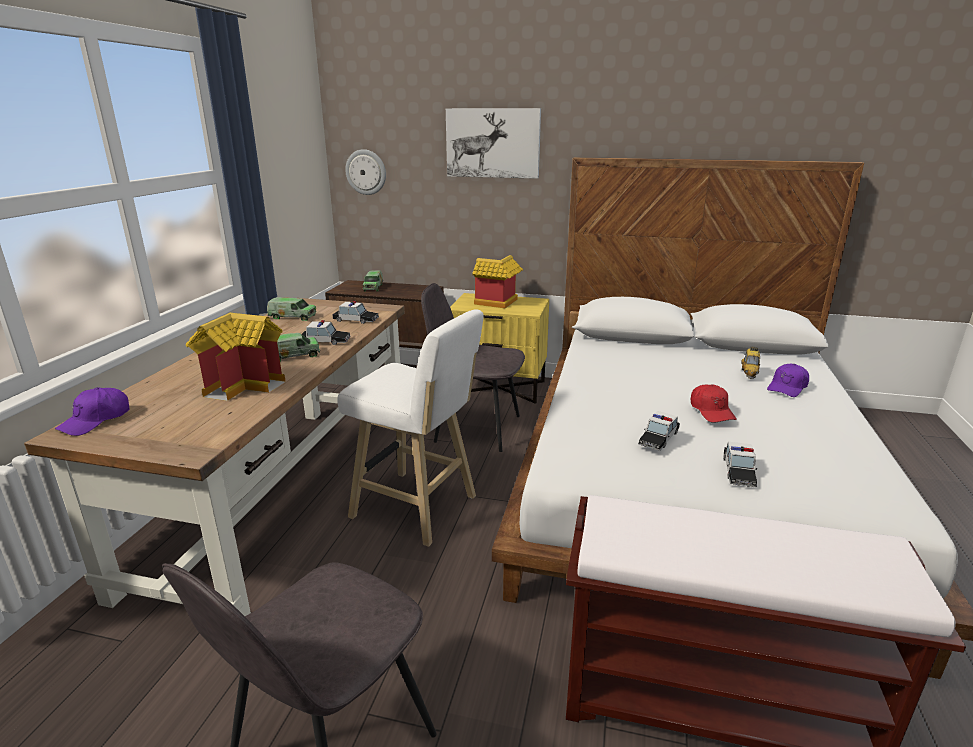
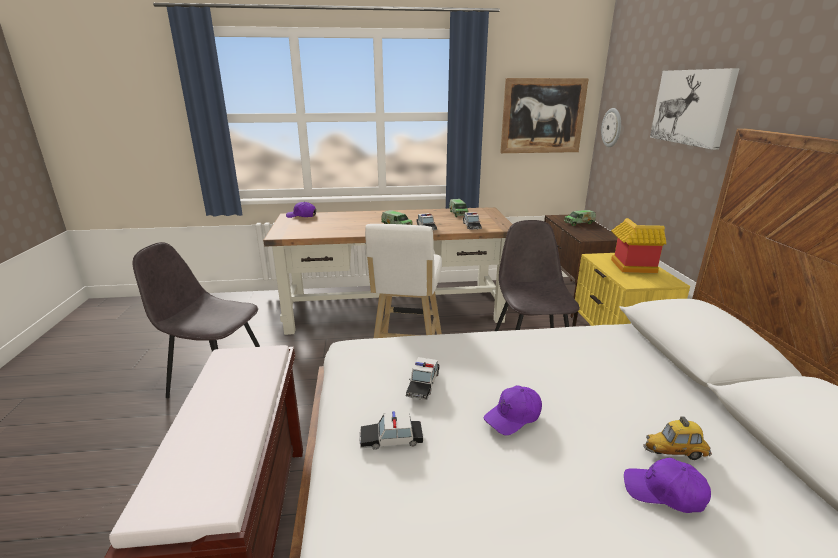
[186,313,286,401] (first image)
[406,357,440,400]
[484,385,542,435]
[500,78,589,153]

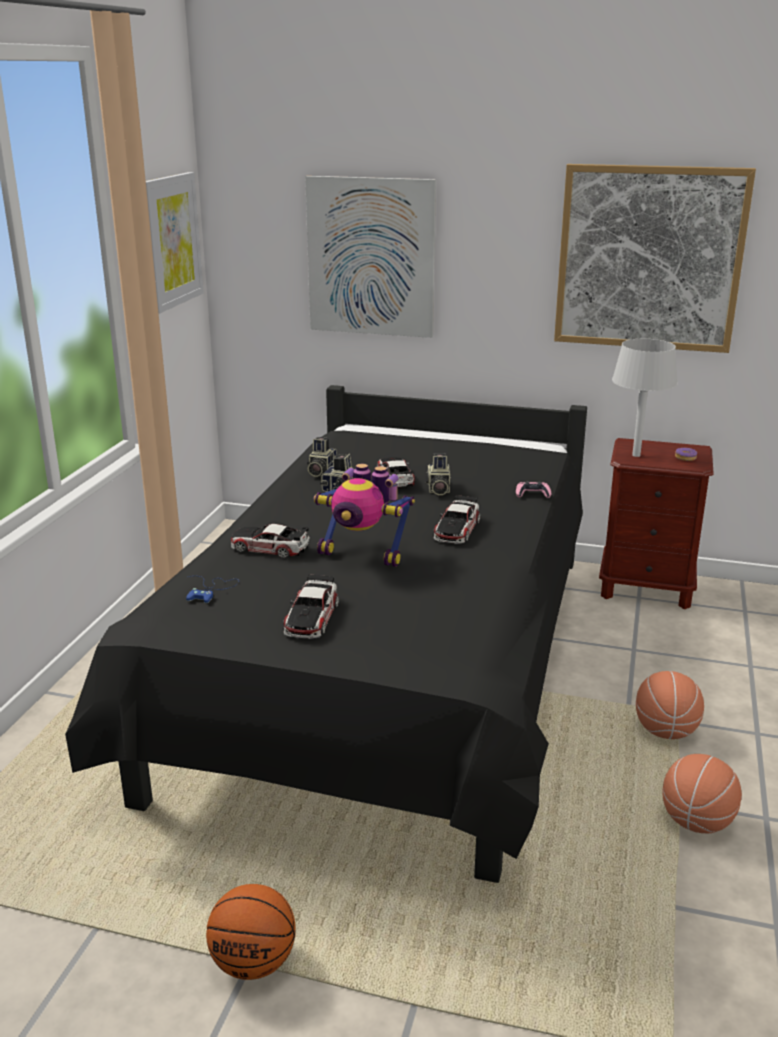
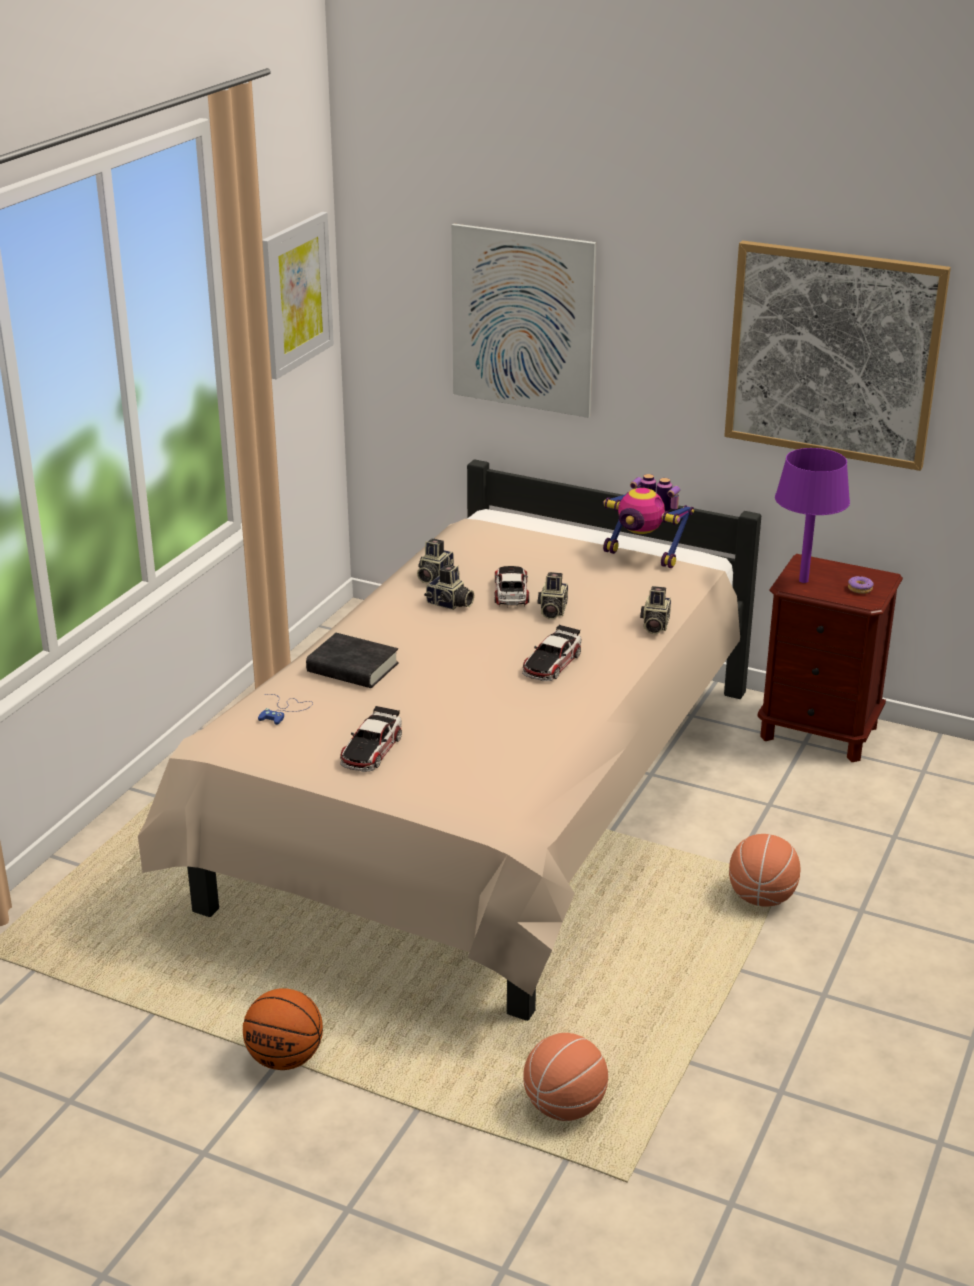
[138,459,761,1021]
[306,633,399,688]
[603,474,694,568]
[640,586,671,634]
[775,448,850,583]
[523,1033,608,1121]

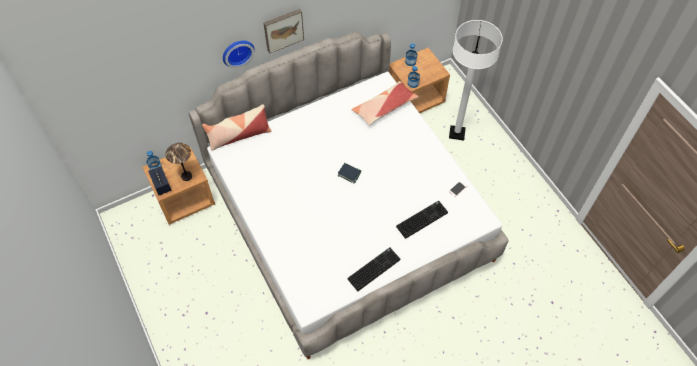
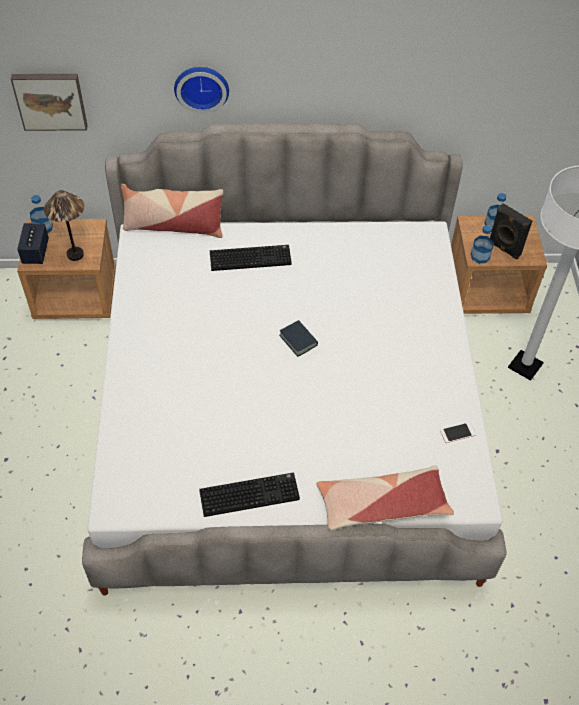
[11,74,88,131]
[316,466,454,530]
[210,245,292,271]
[490,203,532,260]

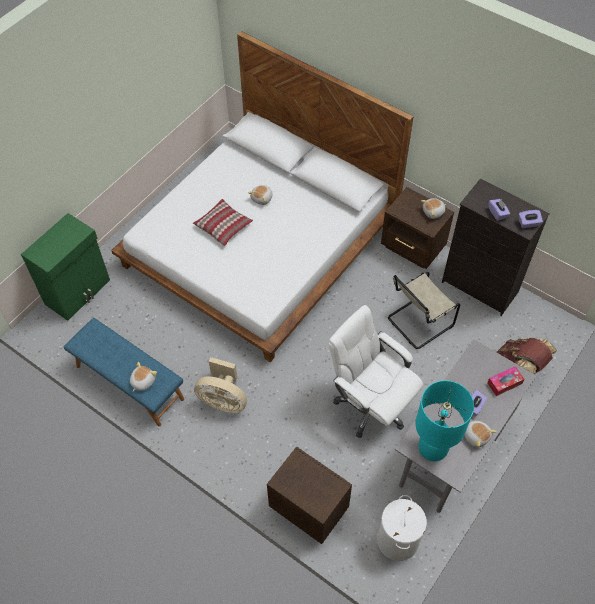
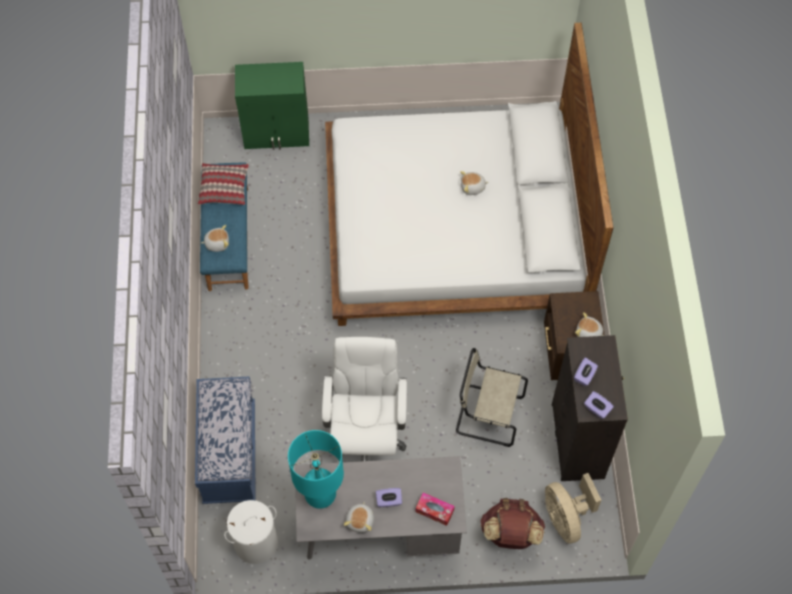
[198,163,249,205]
[545,473,601,544]
[195,376,256,504]

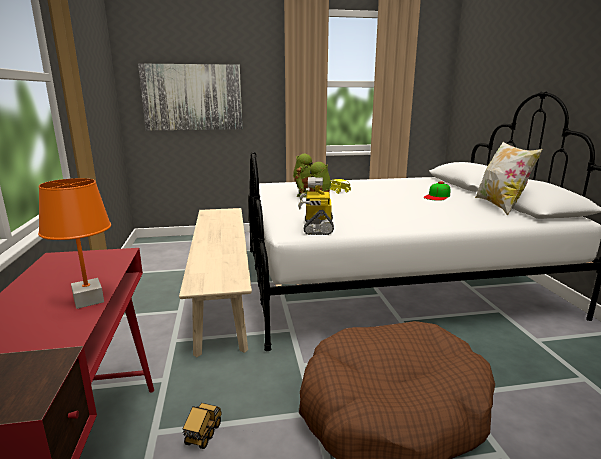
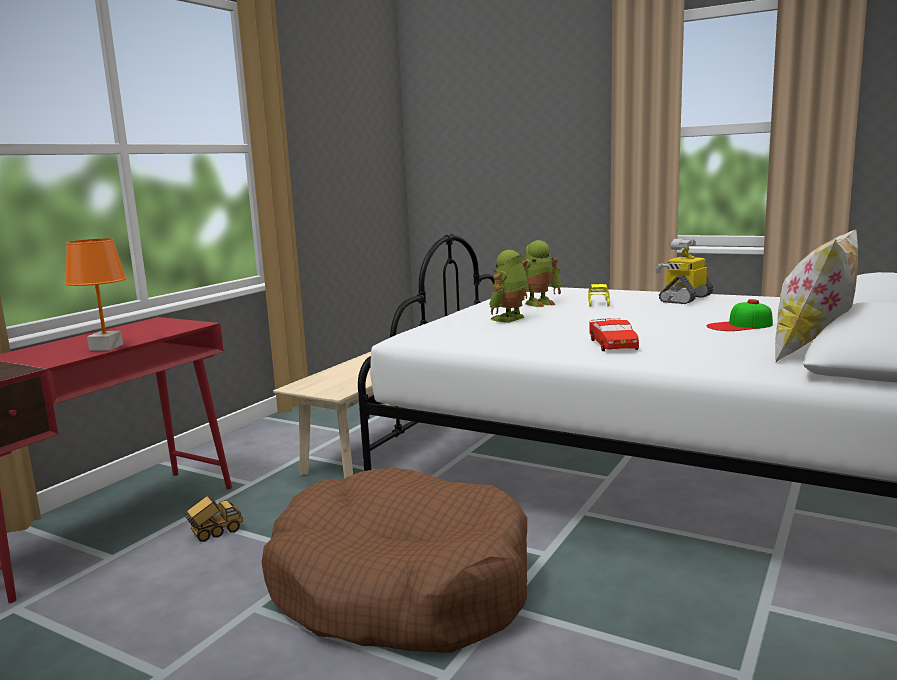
[138,63,242,131] (first image)
[655,239,714,304]
[589,319,639,351]

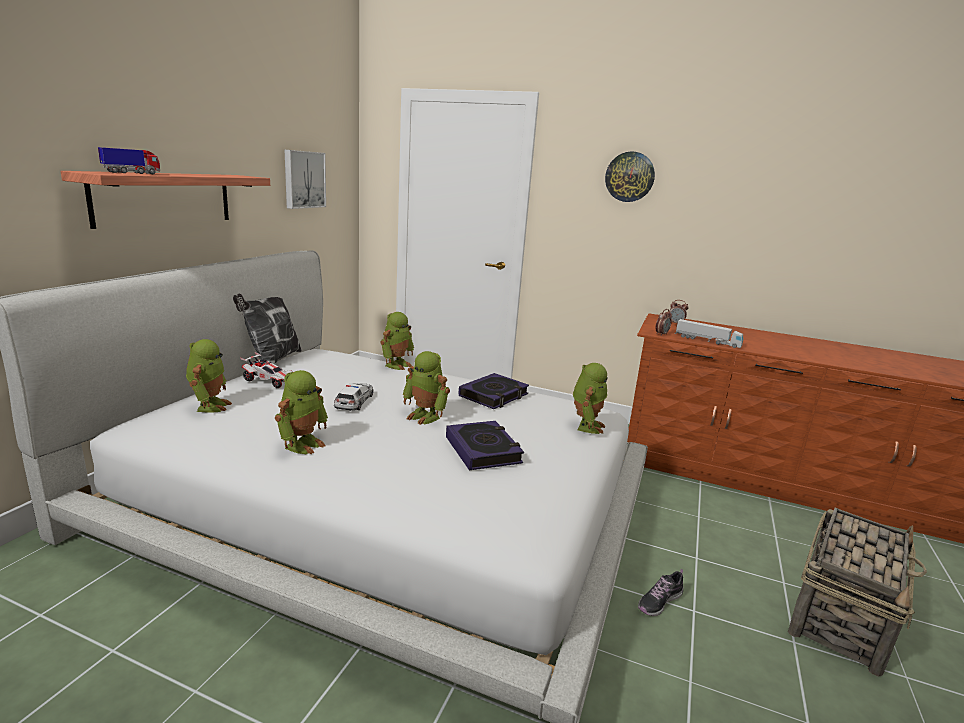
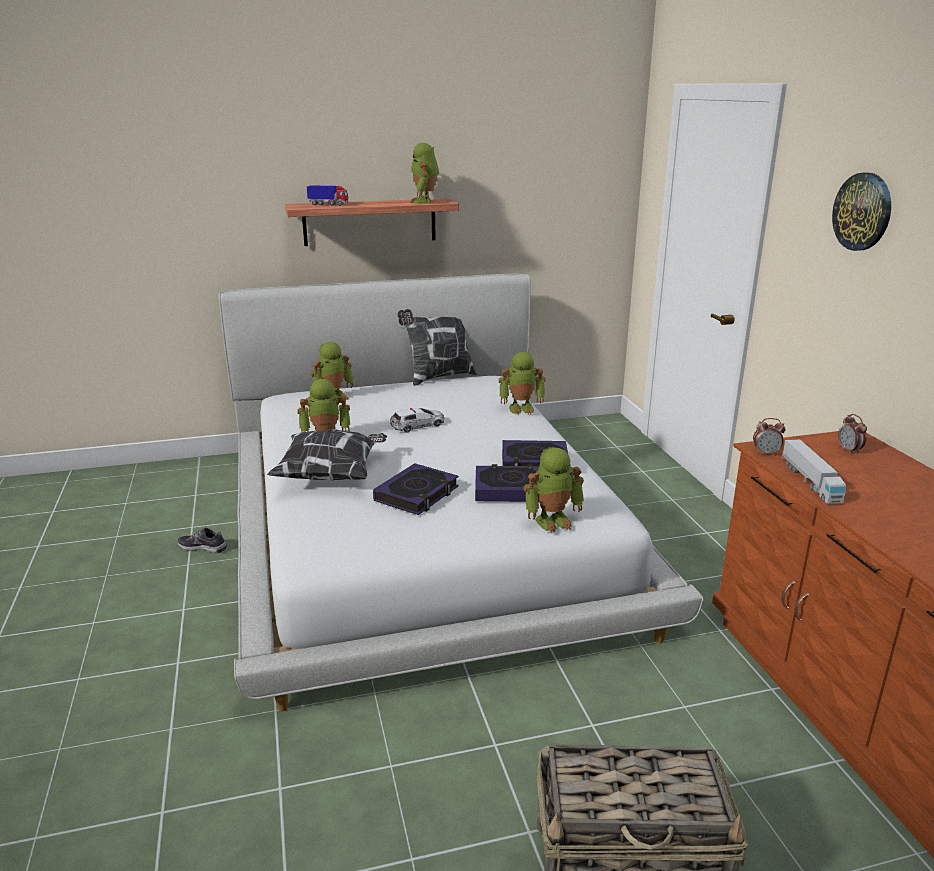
[240,352,293,388] (first image)
[285,150,326,209] (first image)
[410,143,439,204]
[177,528,227,553]
[267,429,387,480]
[475,464,539,502]

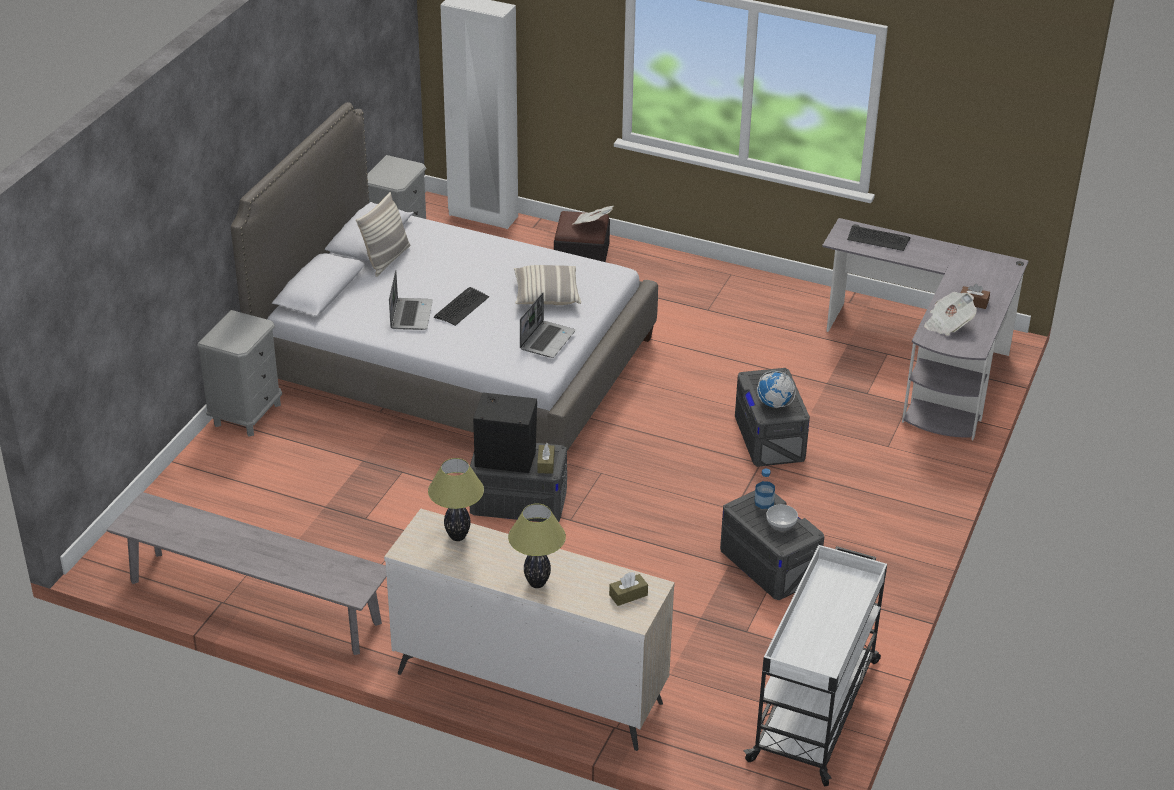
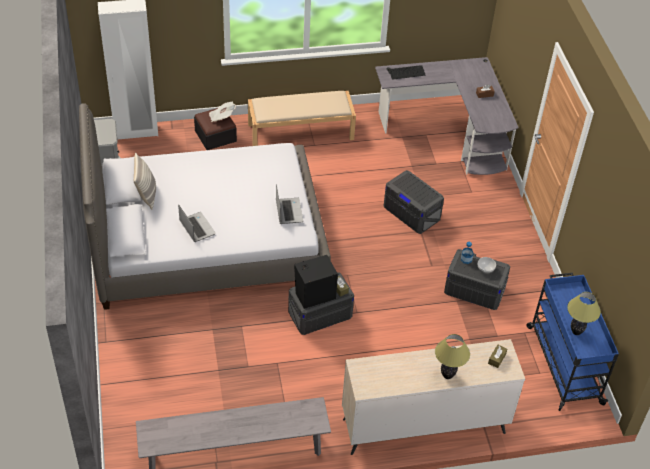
[197,310,282,437] (first image)
[567,292,601,335]
[434,287,489,326] (first image)
[514,265,581,305] (first image)
[526,273,619,411]
[757,371,795,408] (first image)
[924,292,977,336] (first image)
[248,91,356,146]

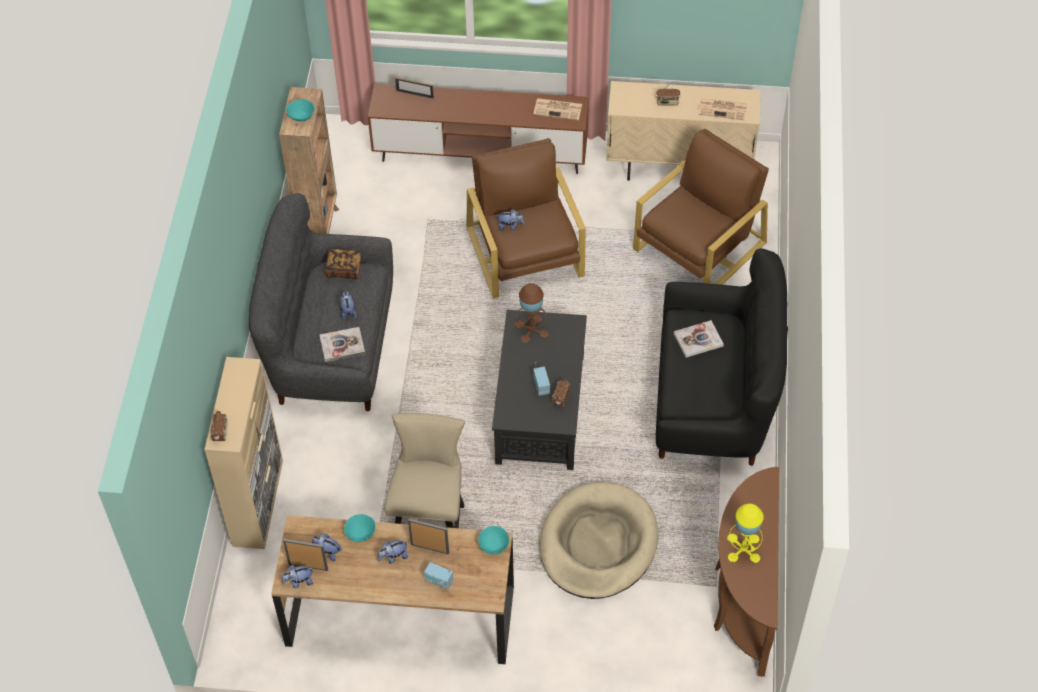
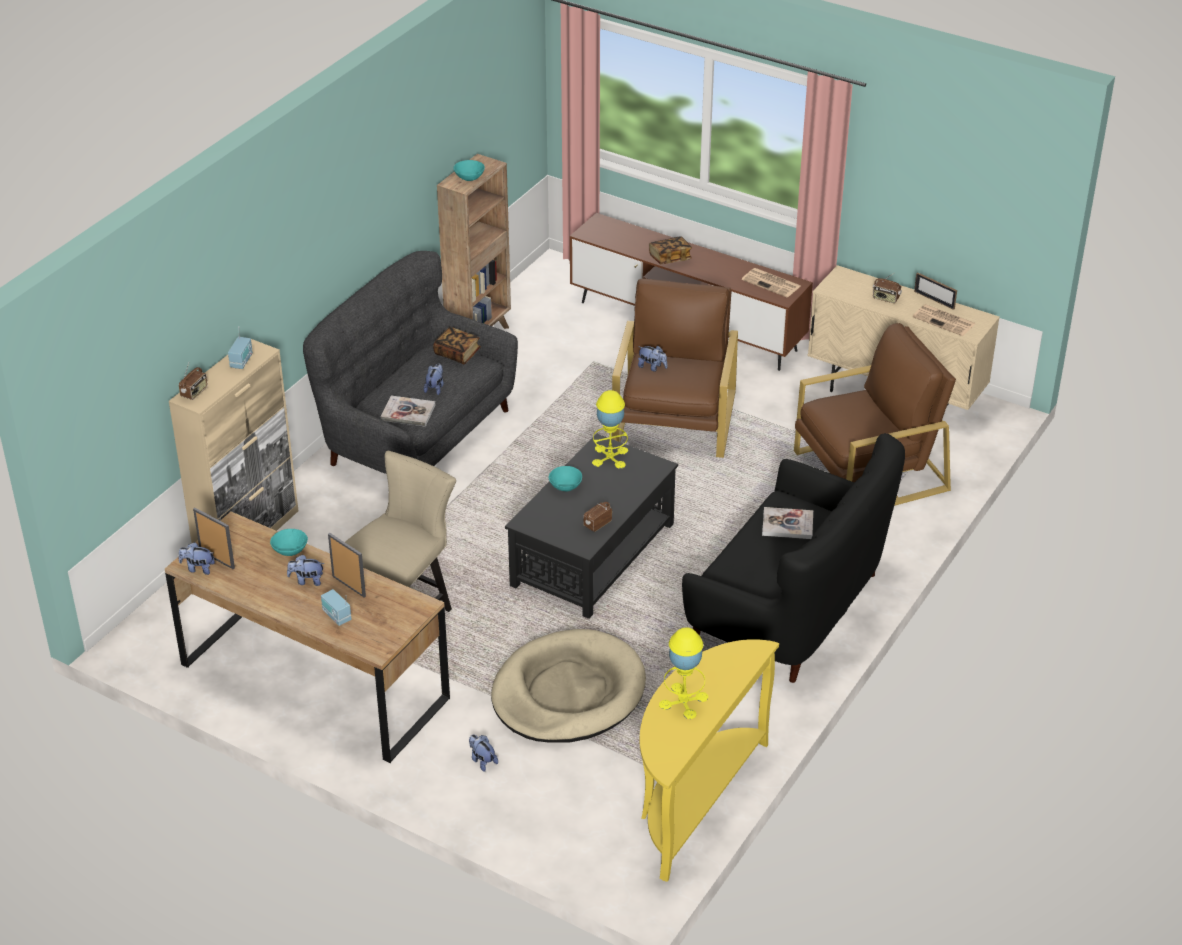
[469,734,498,772]
[914,272,957,310]
[549,466,582,491]
[592,390,628,468]
[228,326,253,369]
[640,639,779,882]
[649,236,692,264]

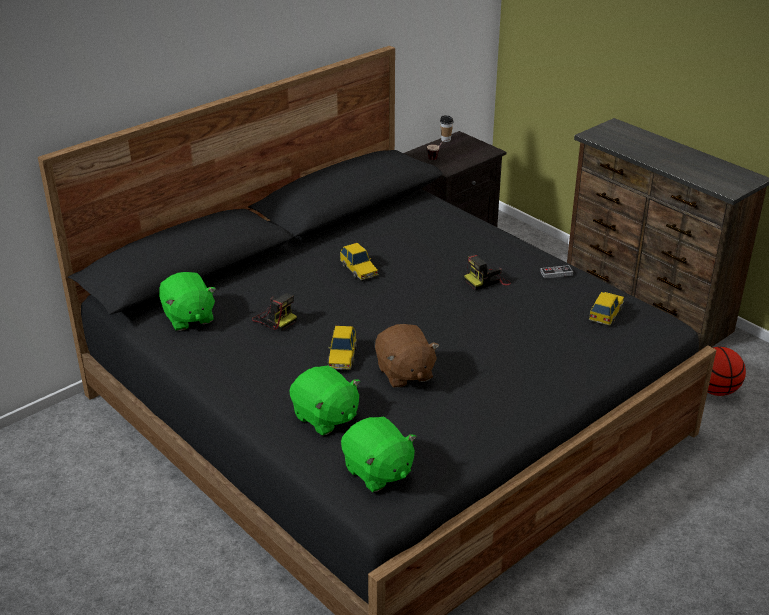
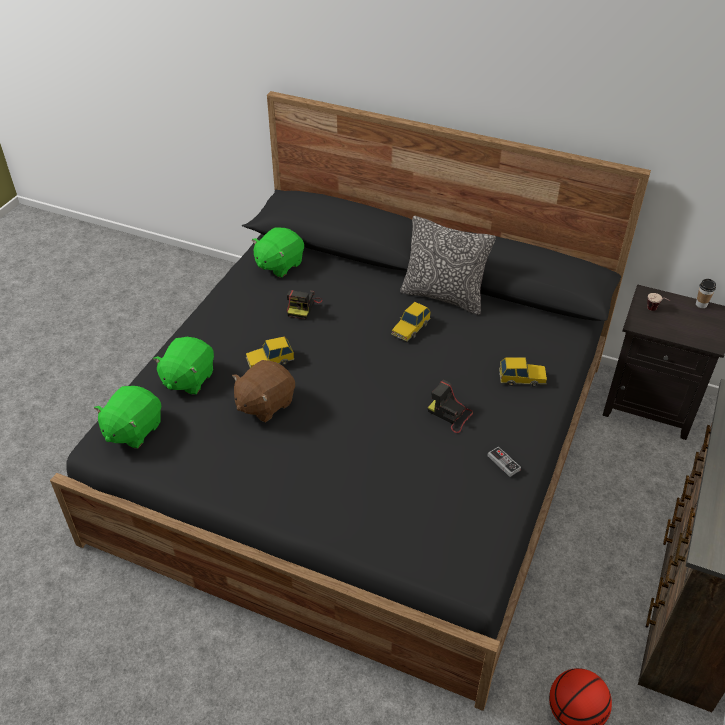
[499,357,547,387]
[400,216,496,315]

